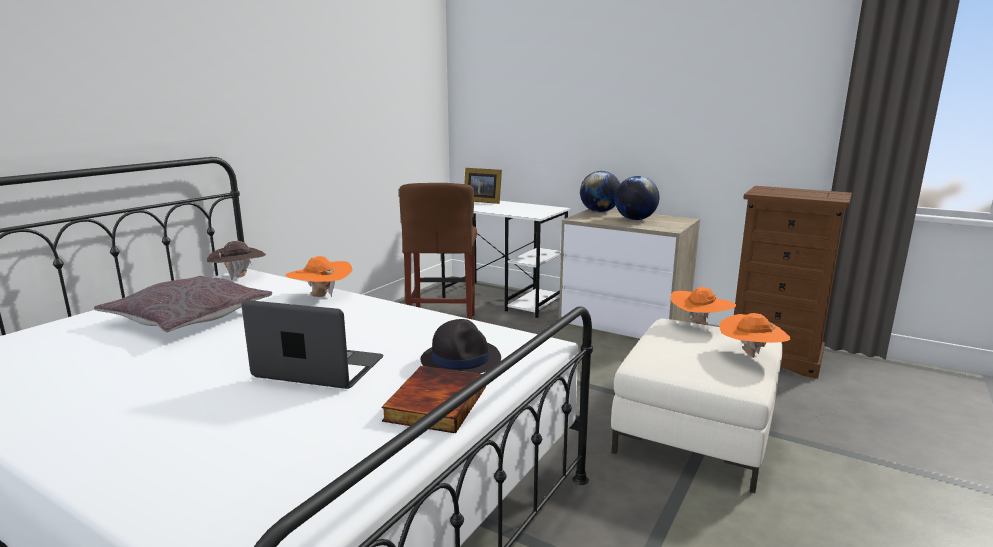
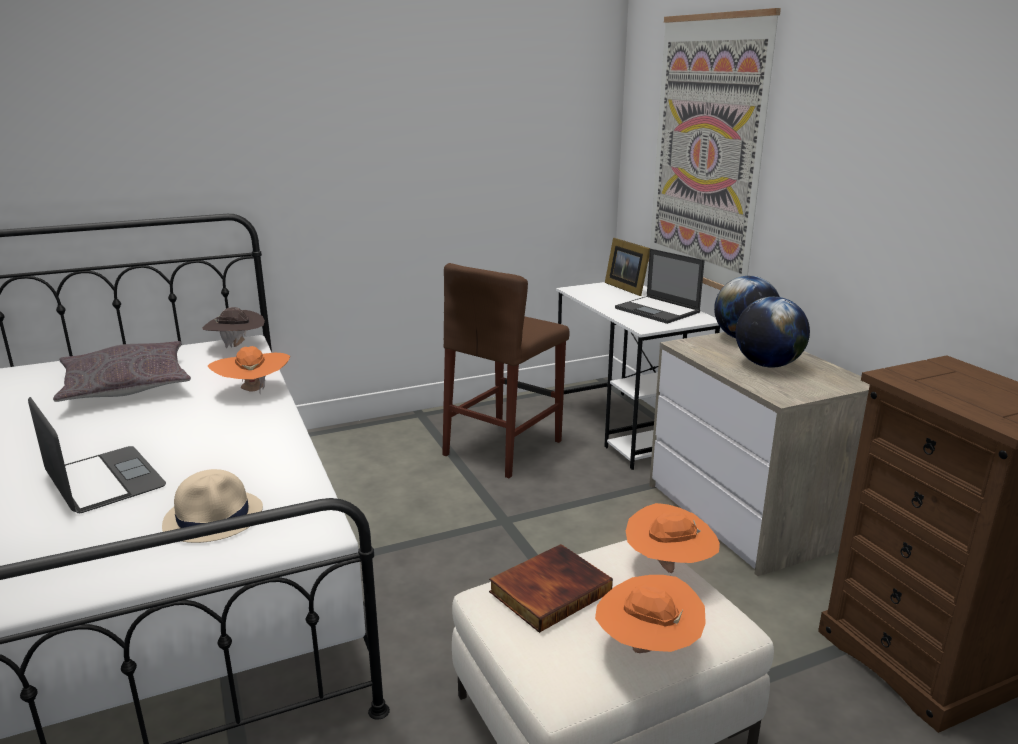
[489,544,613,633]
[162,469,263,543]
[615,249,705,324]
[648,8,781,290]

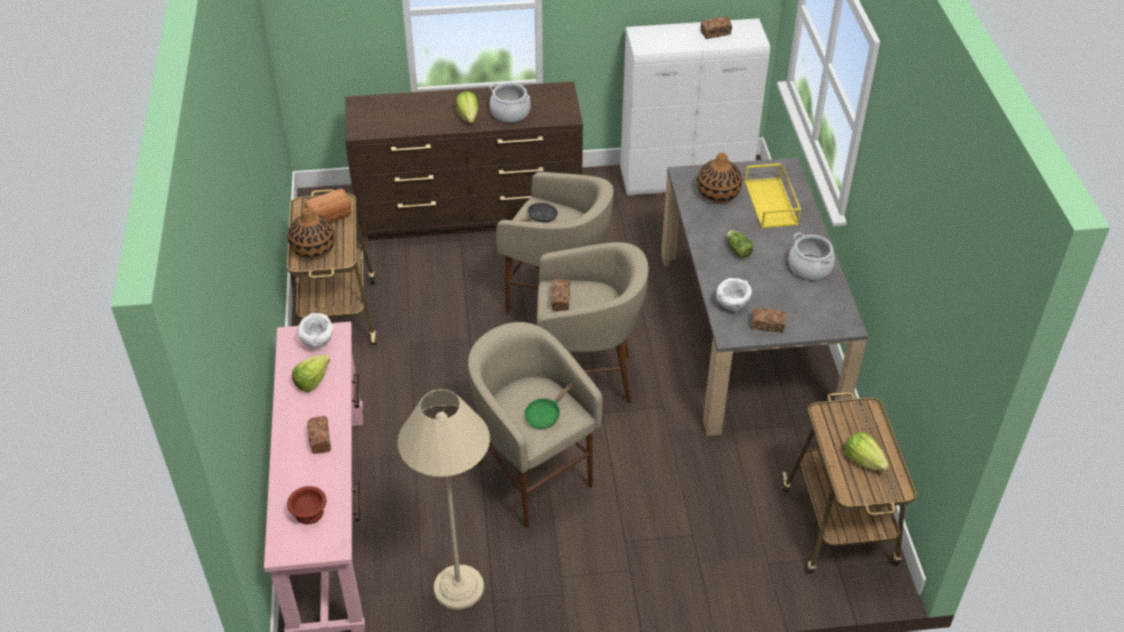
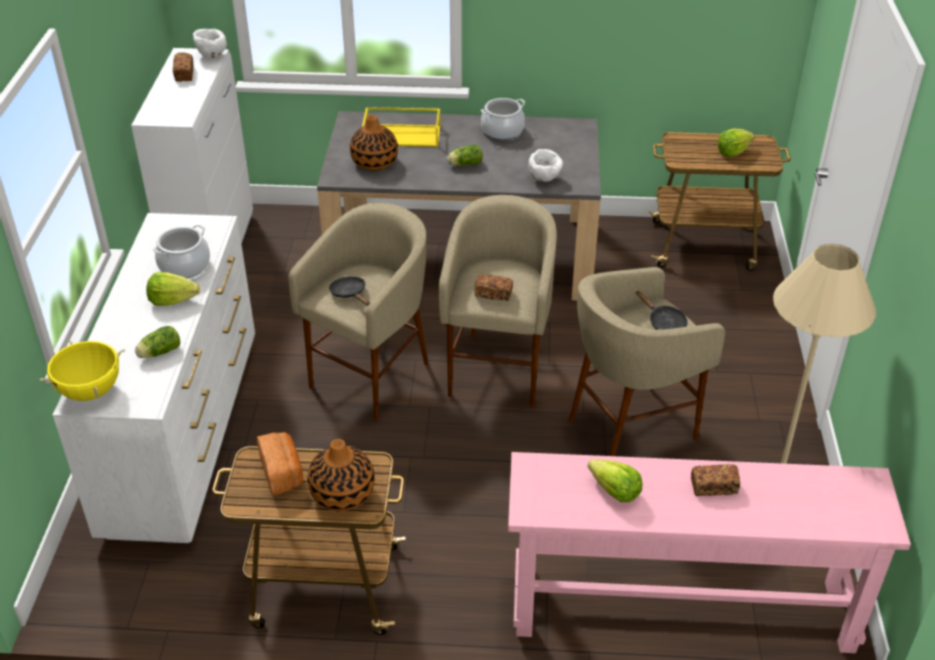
[287,486,326,525] (first image)
[193,29,227,59]
[53,213,255,543]
[636,291,688,330]
[751,308,786,333] (first image)
[39,340,125,401]
[135,326,180,358]

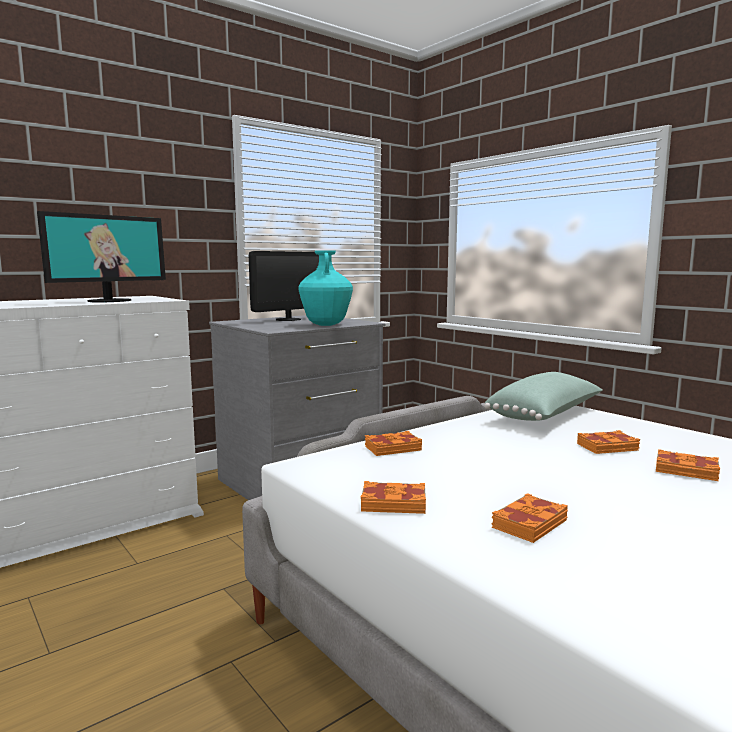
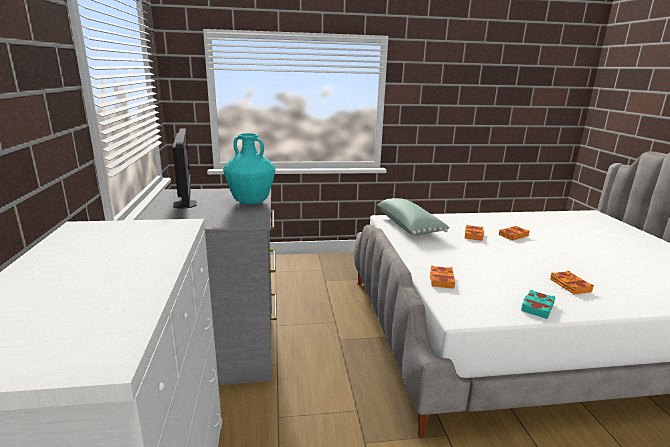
[37,211,166,302] (first image)
[521,289,555,319]

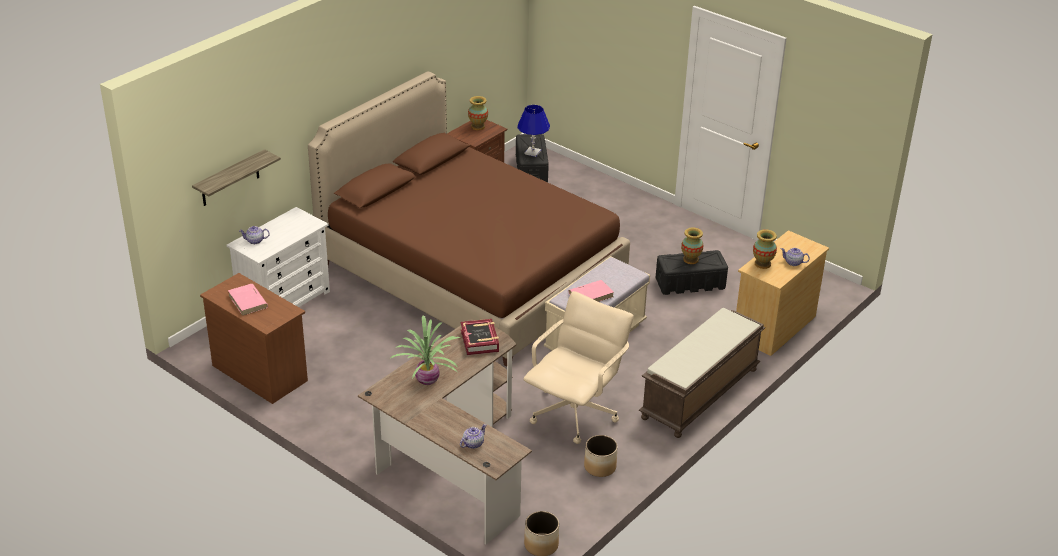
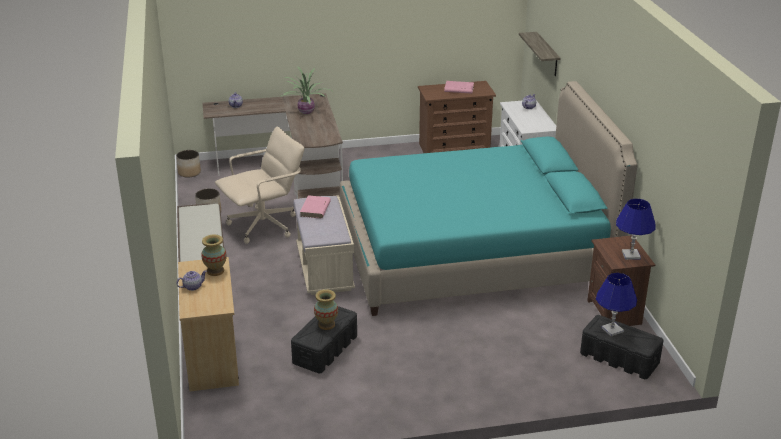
[340,81,638,316]
[461,319,499,355] (first image)
[616,199,656,260]
[215,127,304,244]

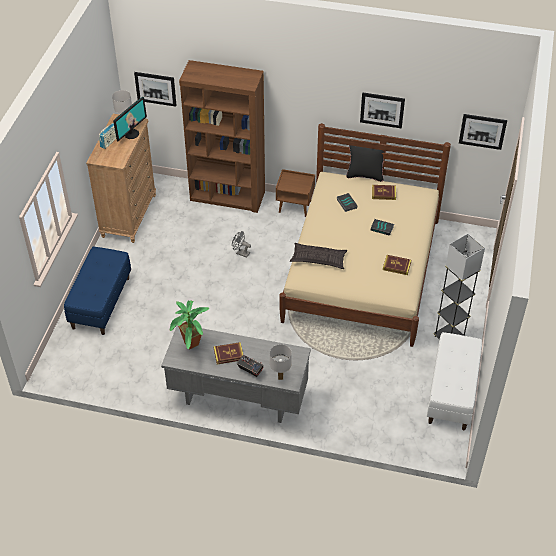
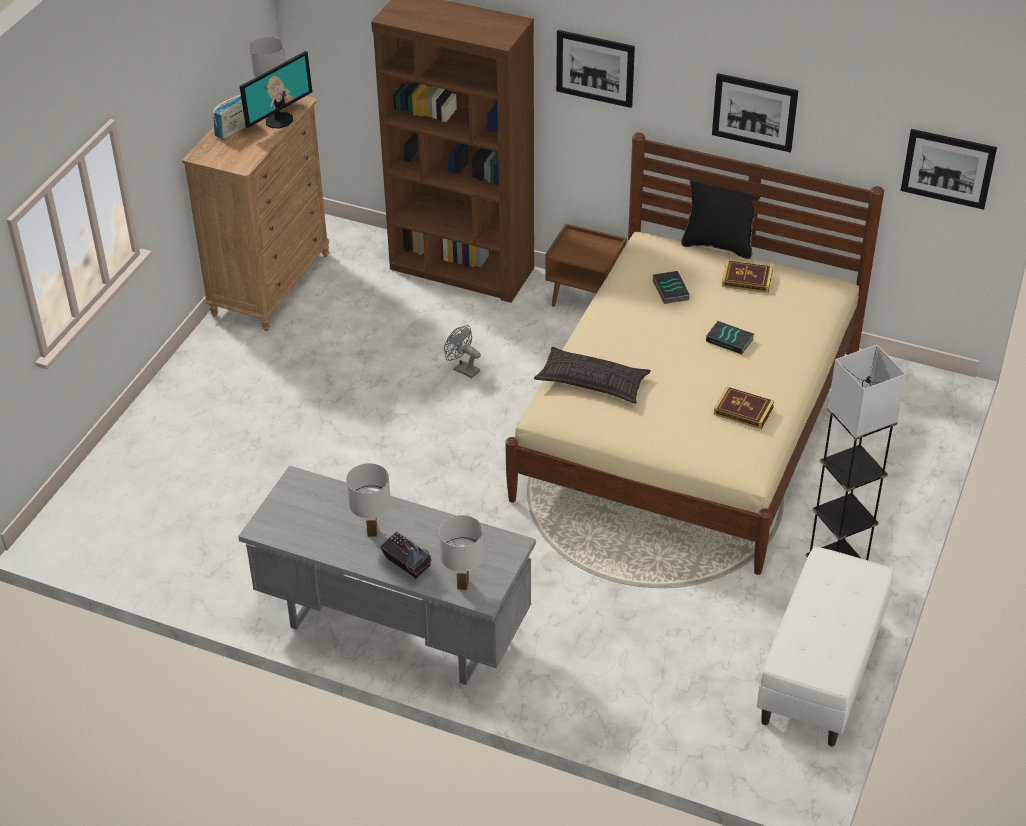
[64,246,131,335] (first image)
[556,30,635,108]
[170,300,209,349] (first image)
[346,463,391,537]

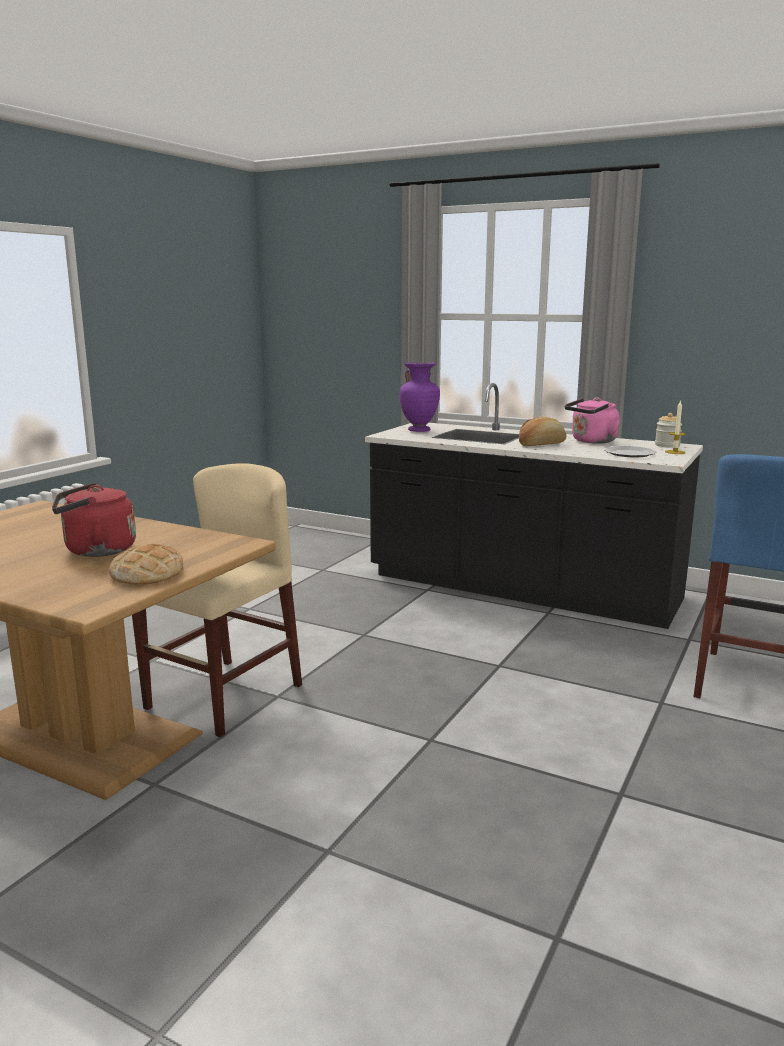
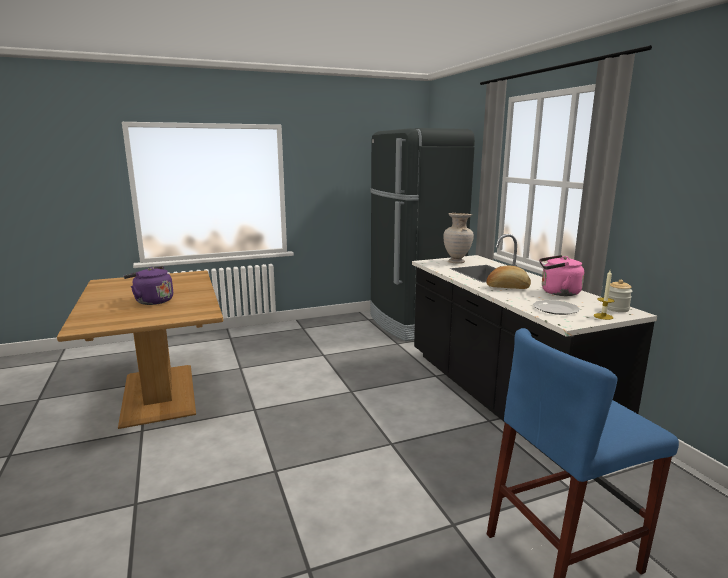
[124,266,173,305]
[109,544,183,584] (first image)
[132,463,302,738] (first image)
[443,213,474,264]
[370,128,475,341]

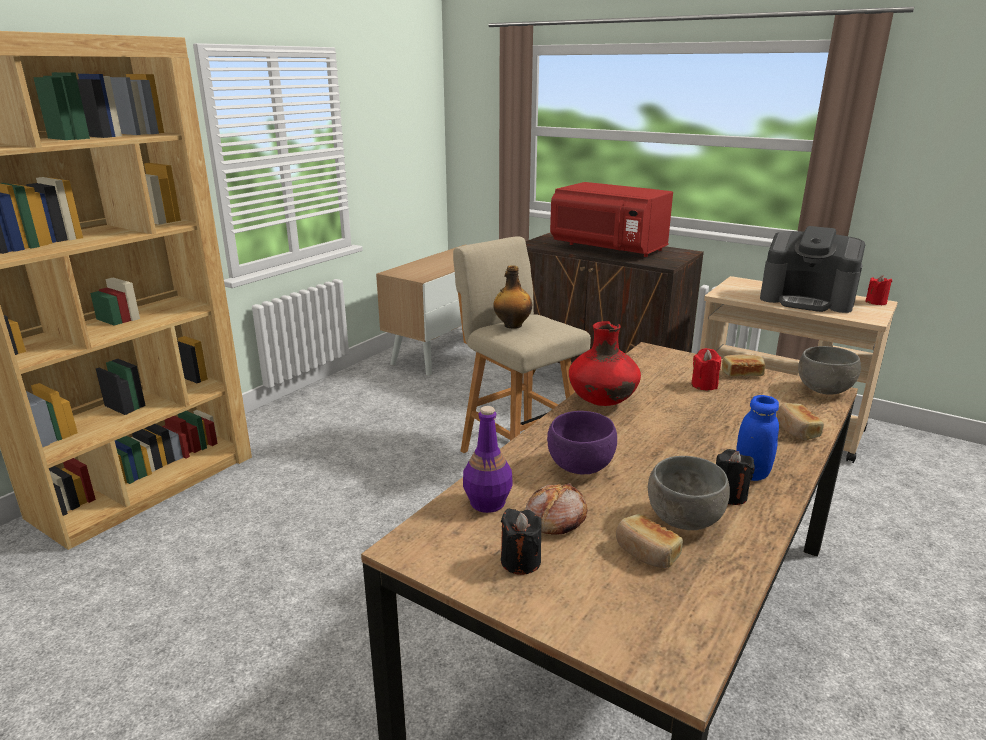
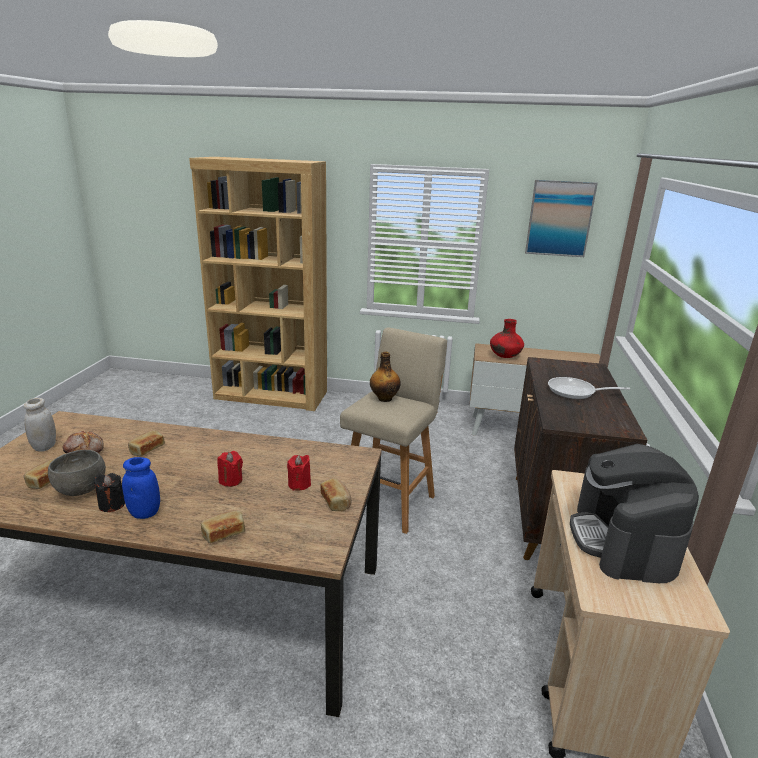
[463,406,513,513] (first image)
[24,398,56,452]
[128,430,165,456]
[548,377,630,399]
[490,319,524,358]
[798,346,861,395] (first image)
[217,451,243,487]
[525,180,598,257]

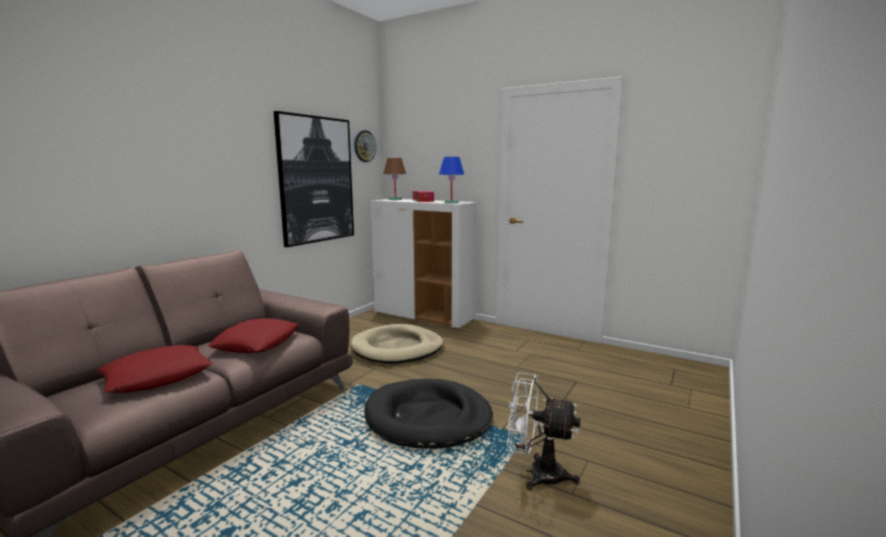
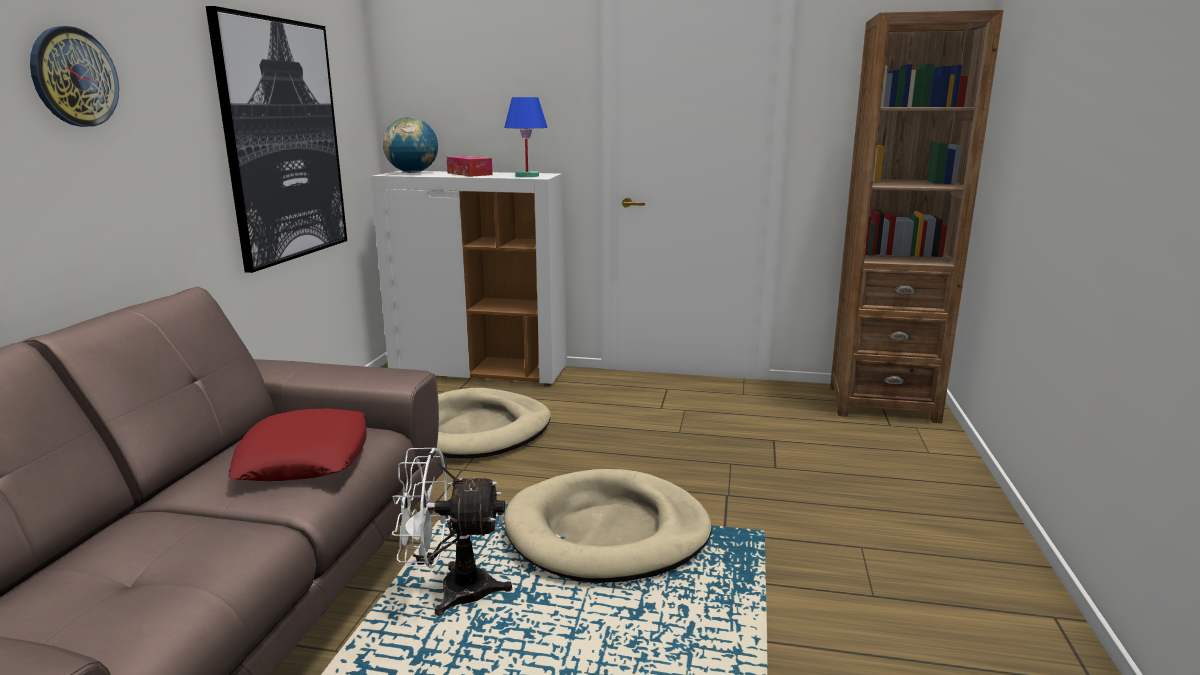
[97,345,212,393] (first image)
[30,26,119,127]
[504,469,712,583]
[383,117,438,173]
[392,448,513,616]
[830,10,1004,423]

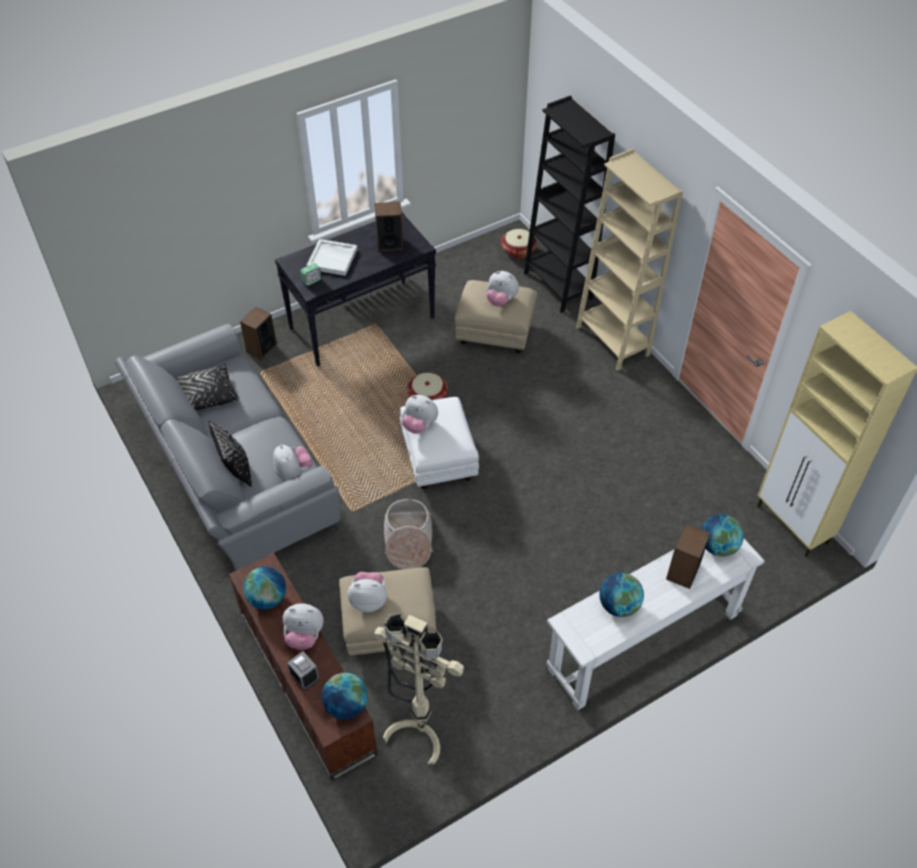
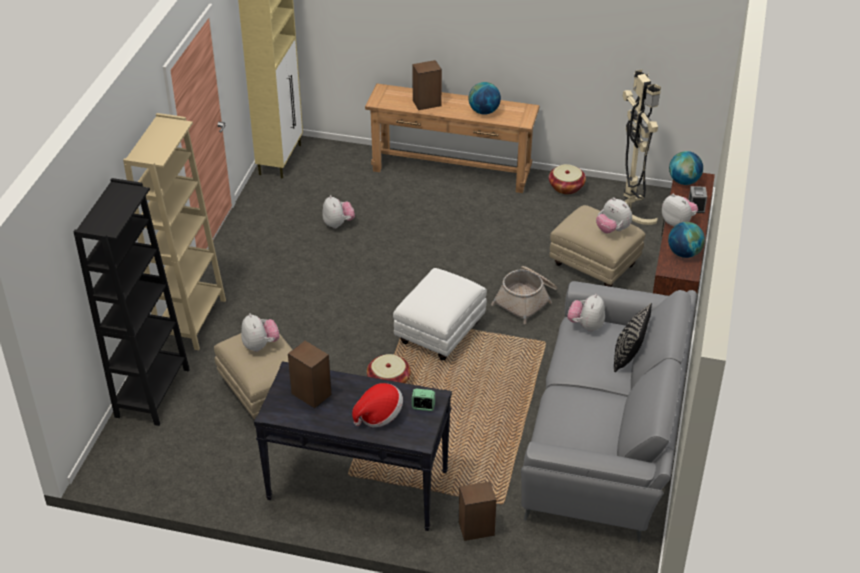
[176,364,239,411] (first image)
[352,383,403,428]
[322,195,355,229]
[549,164,586,194]
[365,84,539,193]
[701,514,744,557] (first image)

